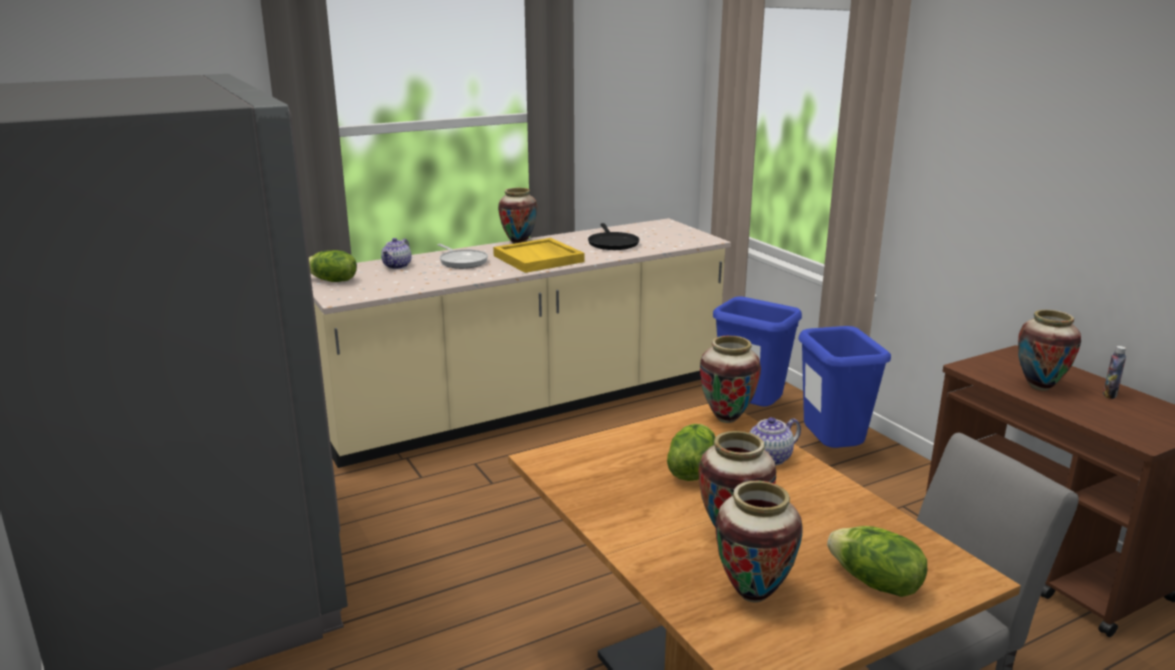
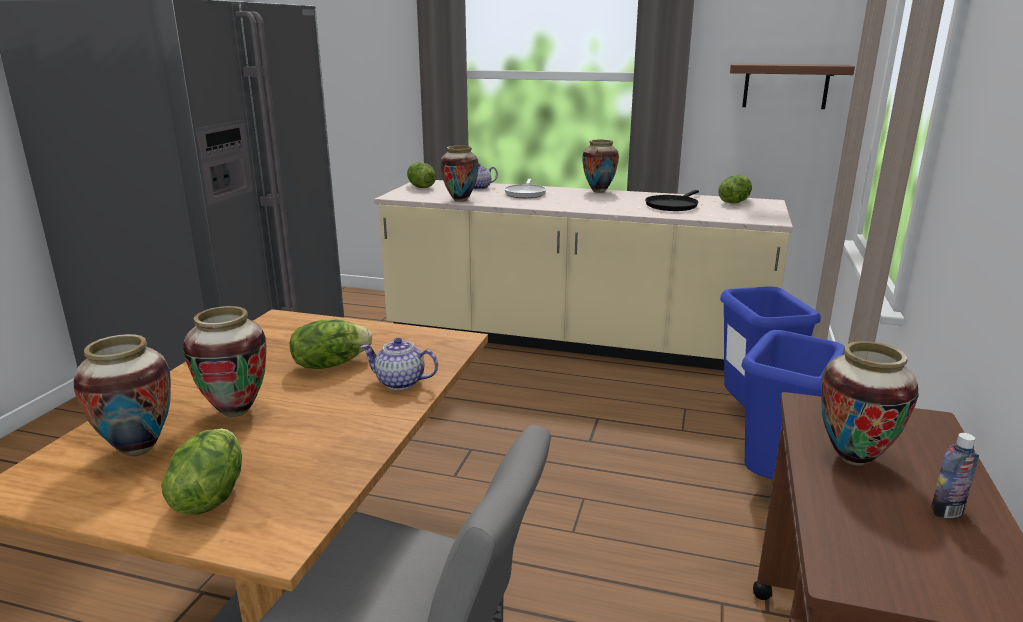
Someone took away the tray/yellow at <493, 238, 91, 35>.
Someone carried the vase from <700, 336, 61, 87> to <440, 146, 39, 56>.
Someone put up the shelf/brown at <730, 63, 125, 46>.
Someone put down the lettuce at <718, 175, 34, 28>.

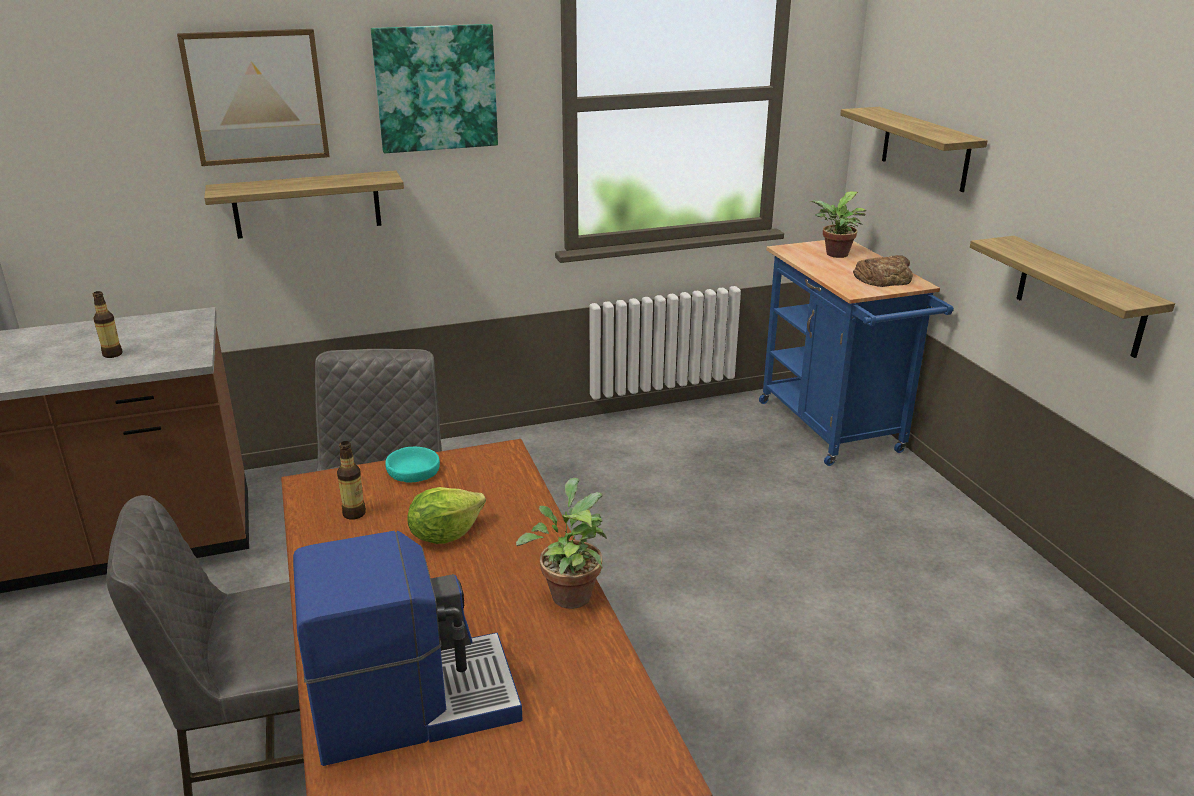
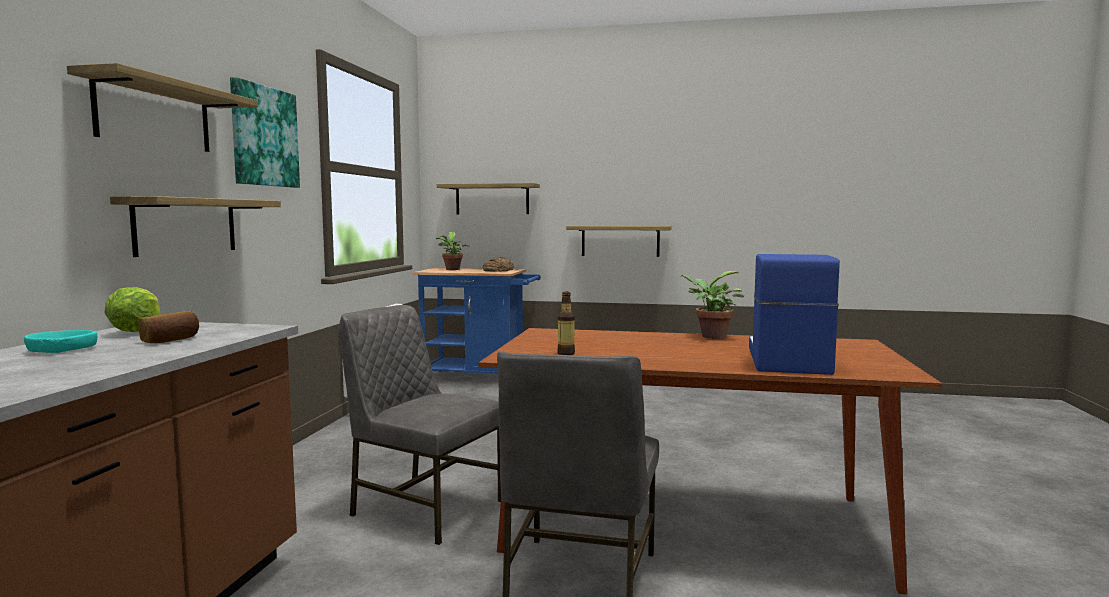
Someone swapped the picture at <177, 29, 153, 137> for the shelf at <67, 63, 191, 89>.
Someone swapped the bottle at <93, 291, 30, 67> for the bread at <138, 311, 61, 32>.
Someone carried the bowl/turquoise from <385, 447, 55, 35> to <24, 330, 73, 23>.
Someone carried the lettuce from <408, 487, 78, 57> to <105, 287, 56, 45>.

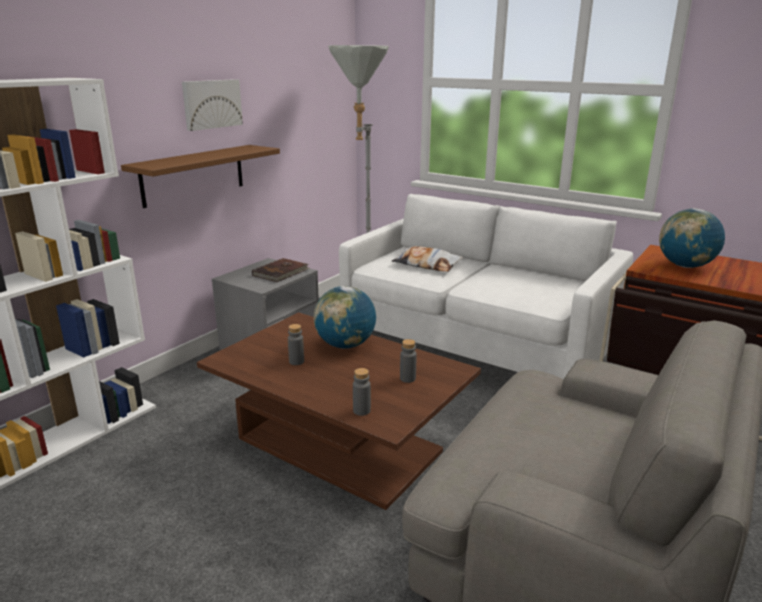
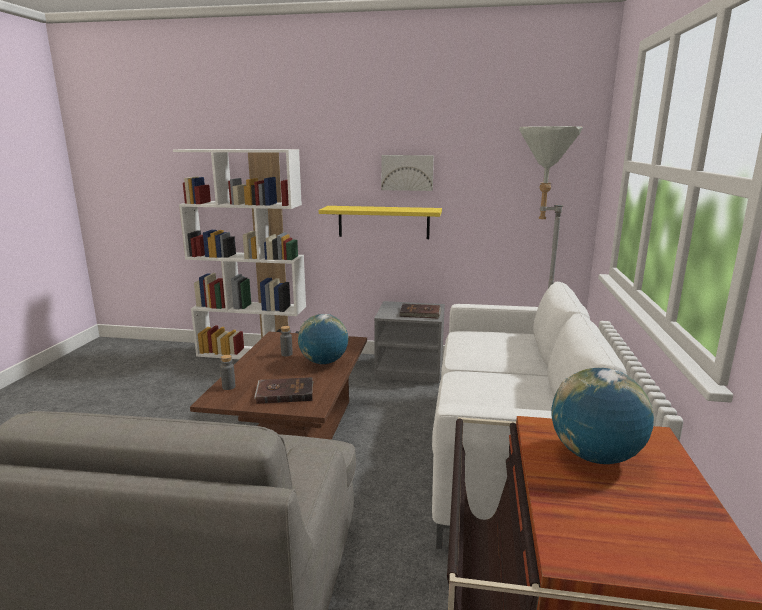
Someone repainted the shelf/brown at <121, 145, 159, 63>, which became the shelf/yellow at <319, 206, 123, 33>.
Someone took away the pillow at <392, 246, 71, 26>.
Someone swapped the bottle/grey at <400, 339, 17, 44> for the book/brown at <254, 377, 60, 27>.

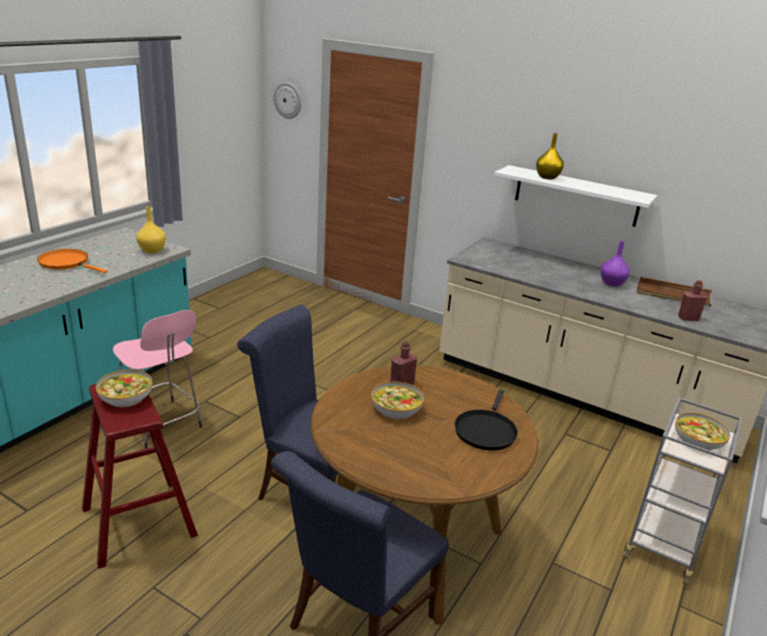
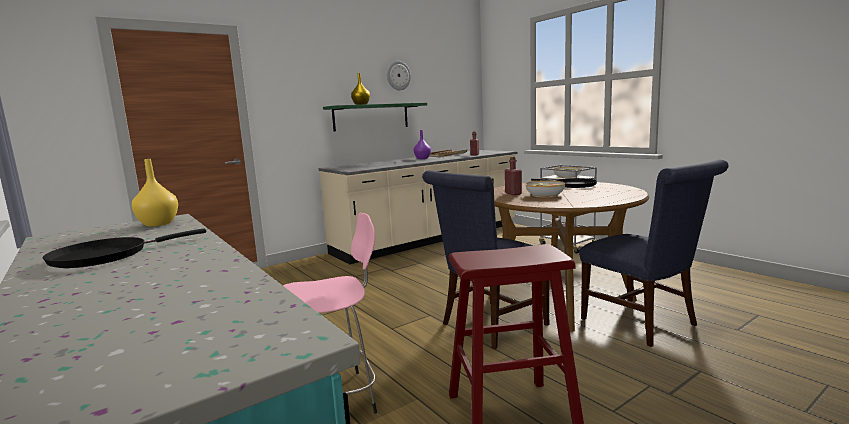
Someone carried the wall clock from <273, 82, 29, 37> to <387, 61, 24, 29>.
Someone repainted the shelf/white at <494, 165, 164, 62>, which became the shelf/green at <323, 103, 104, 29>.
Someone repainted the frying pan/orange at <37, 249, 70, 24>, which became the frying pan/black at <43, 229, 163, 39>.
Someone took away the bowl at <96, 370, 56, 37>.

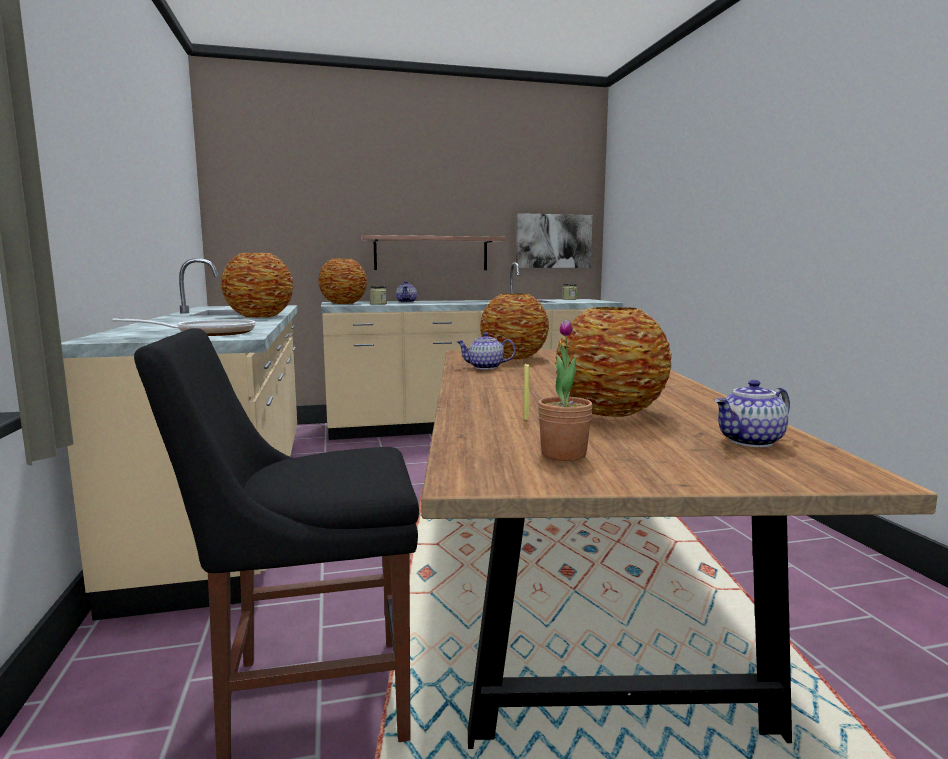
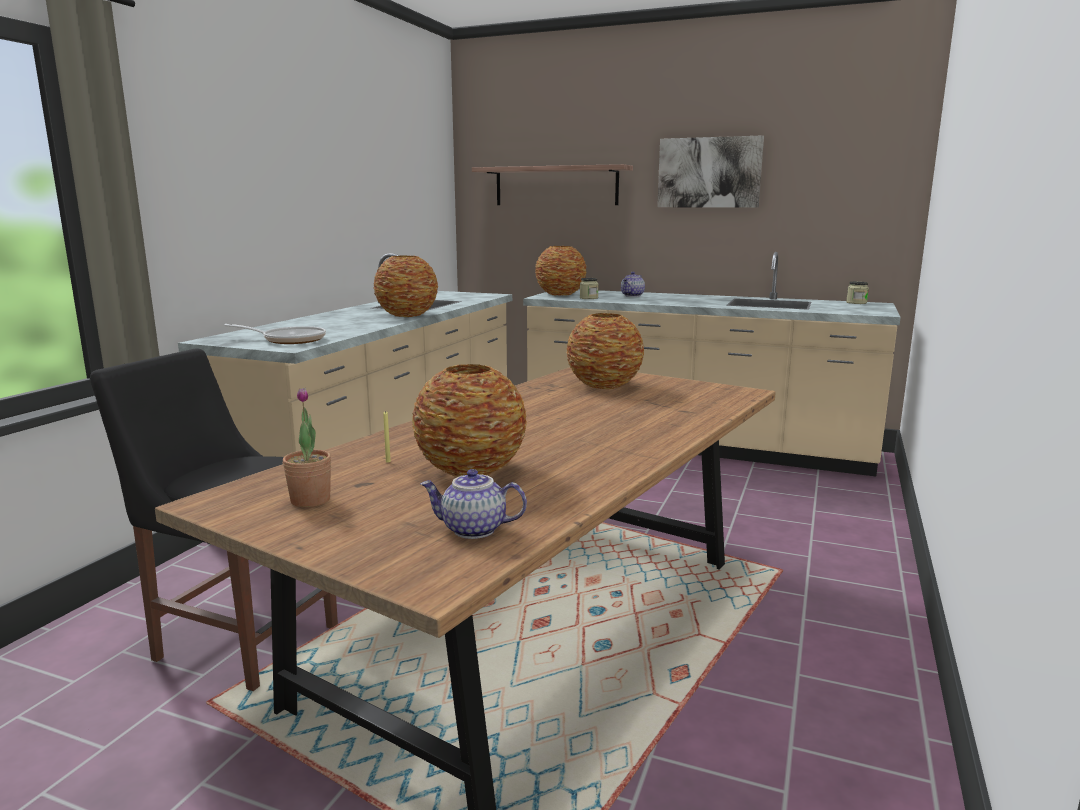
Someone carried the picture from <516, 213, 77, 55> to <657, 135, 107, 73>.
Someone carried the shelf from <361, 235, 145, 35> to <472, 164, 161, 41>.
Someone took away the teapot at <457, 332, 59, 37>.

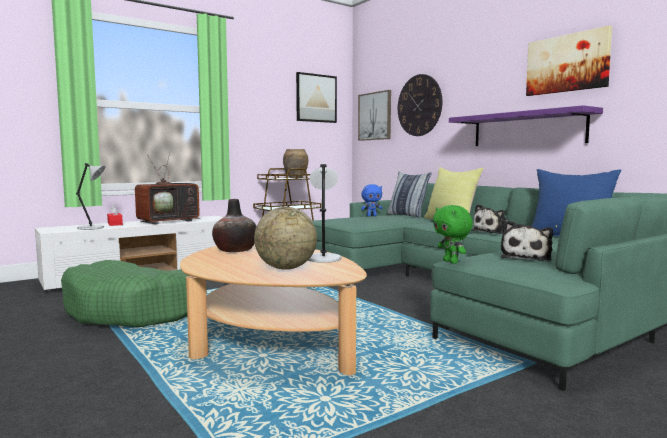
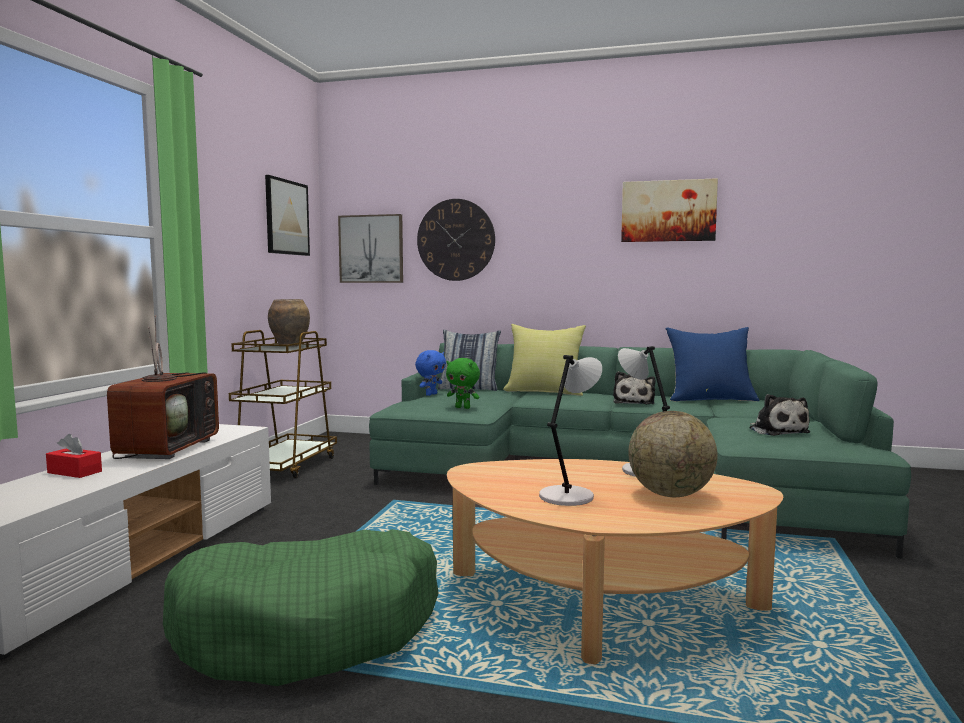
Someone took away the shelf/purple at <449, 105, 154, 41>.
Someone carried the table lamp/grey from <76, 163, 29, 67> to <539, 355, 63, 151>.
Someone took away the vase at <212, 199, 44, 53>.
Someone carried the plush toy/green from <433, 205, 40, 59> to <446, 358, 34, 51>.

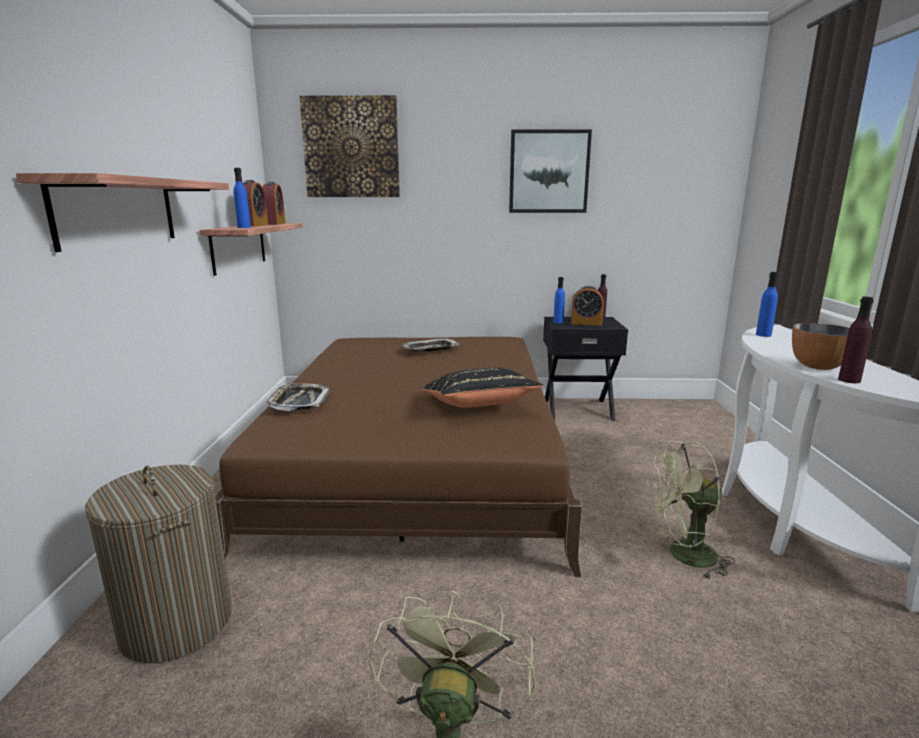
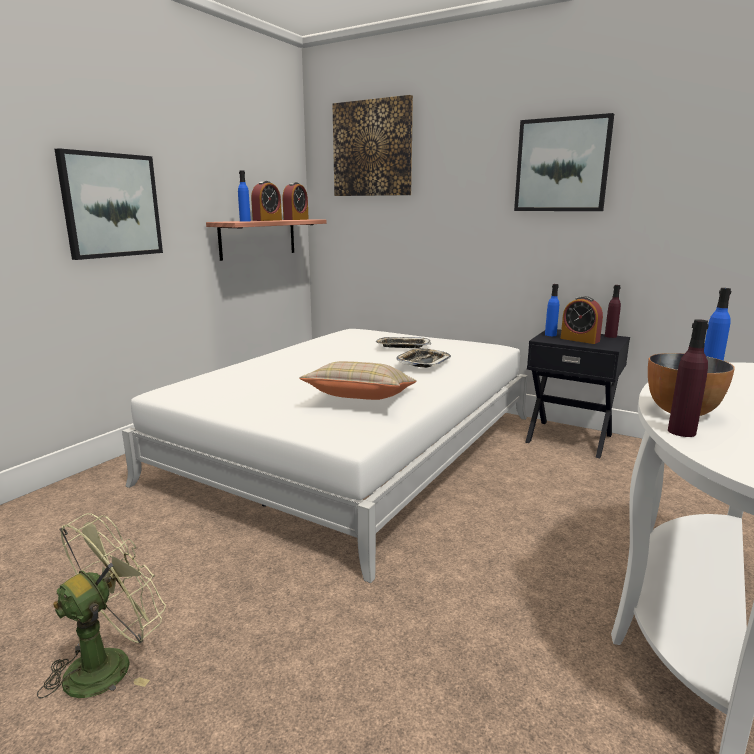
Someone swapped the shelf at <16, 173, 213, 79> for the picture at <54, 148, 109, 112>.
Someone repainted the bed/brown at <216, 337, 366, 240>, which became the bed/white at <122, 329, 406, 254>.
Someone repainted the pillow/black at <421, 368, 123, 40>, which became the pillow/beige at <299, 361, 118, 39>.
Someone carried the tray from <266, 383, 64, 28> to <396, 348, 55, 20>.
Someone took away the fan/green at <647, 440, 88, 140>.
Someone took away the laundry basket at <85, 465, 147, 198>.

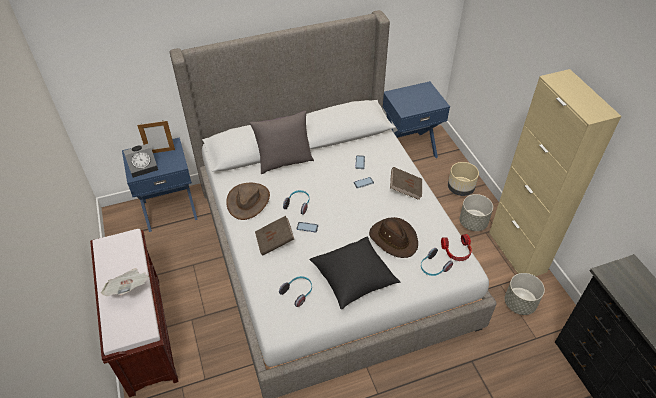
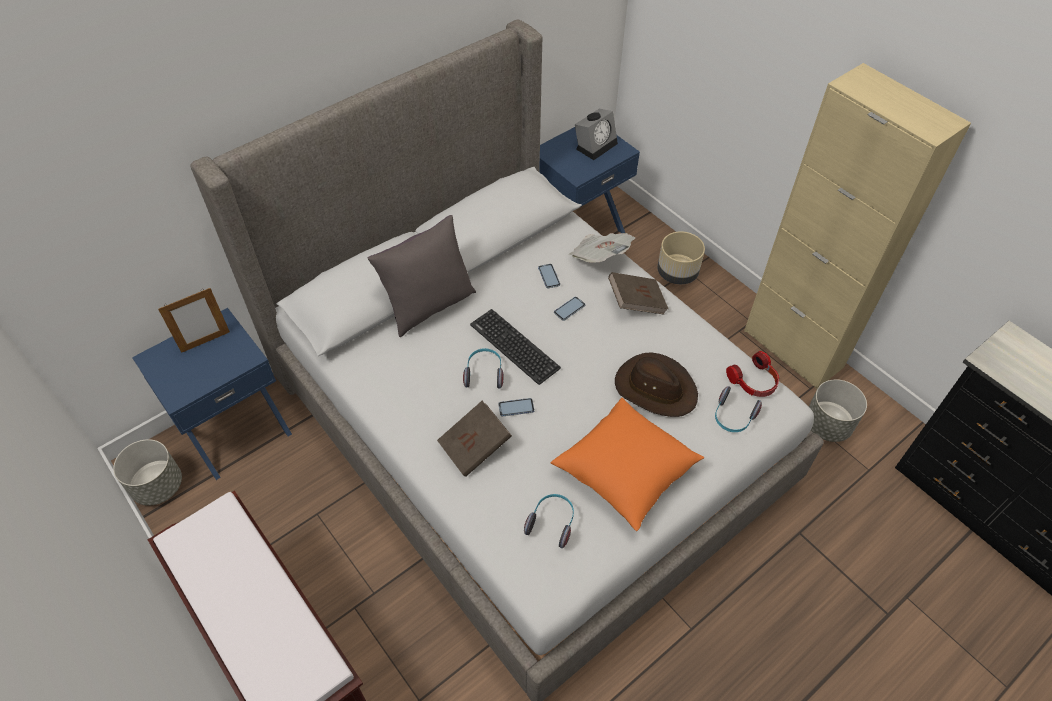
Someone carried the alarm clock from <123, 143, 35, 35> to <575, 109, 43, 51>.
Someone took away the hat/brown at <226, 183, 44, 37>.
Someone carried the planter/grey from <459, 194, 34, 37> to <113, 439, 69, 67>.
Someone repainted the pillow/black at <309, 236, 91, 73>, which became the pillow/orange at <551, 398, 153, 133>.
Someone carried the newspaper from <101, 268, 48, 28> to <569, 233, 66, 30>.
Someone put down the keyboard at <470, 309, 91, 76>.

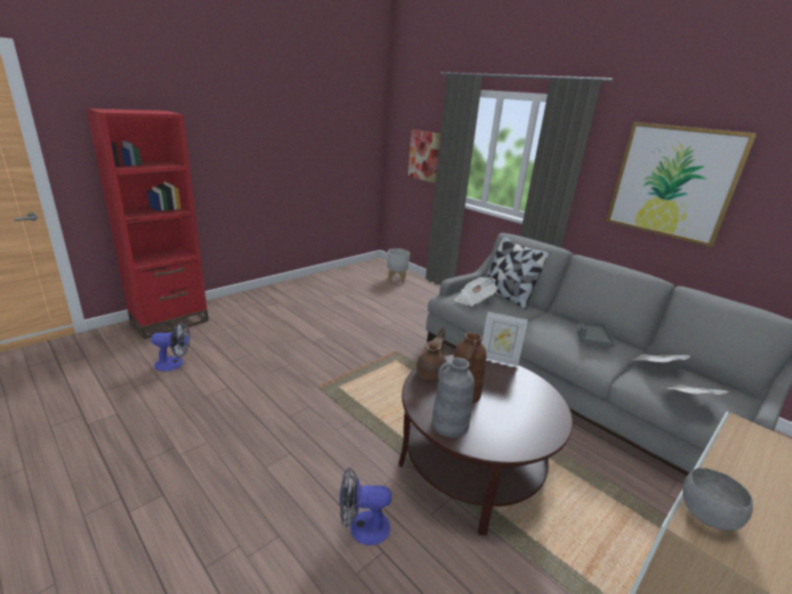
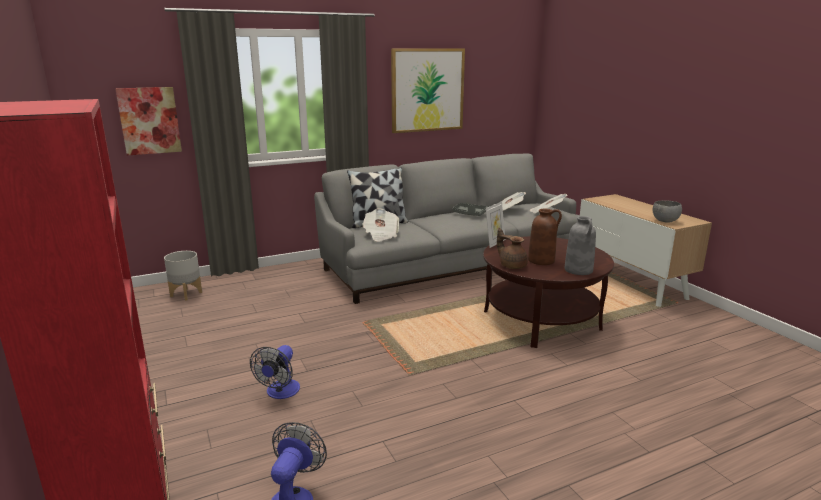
Someone carried the fan from <339, 467, 53, 78> to <250, 345, 50, 54>.

